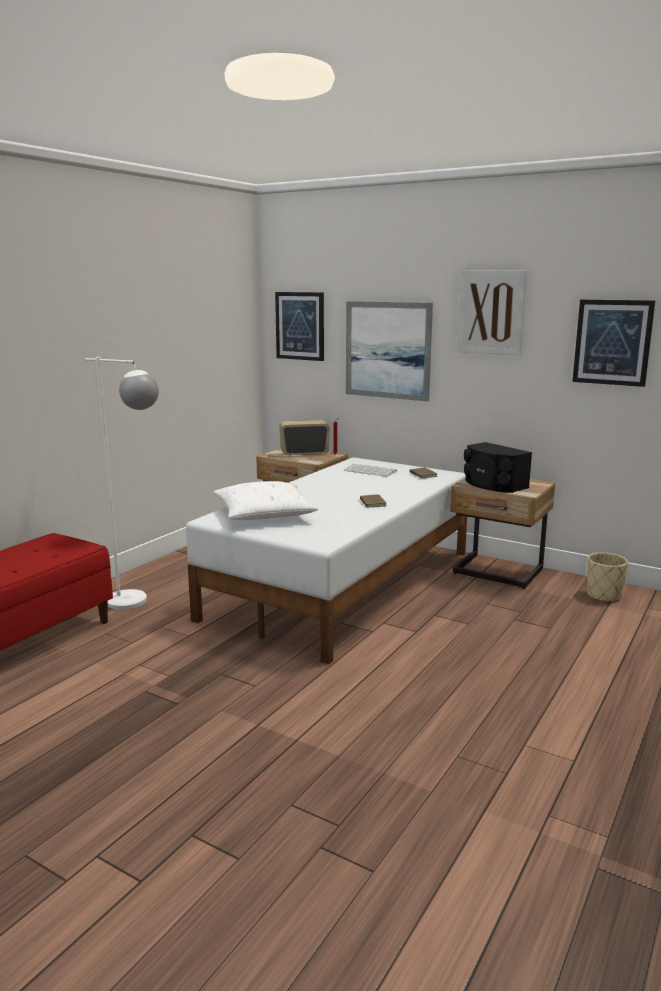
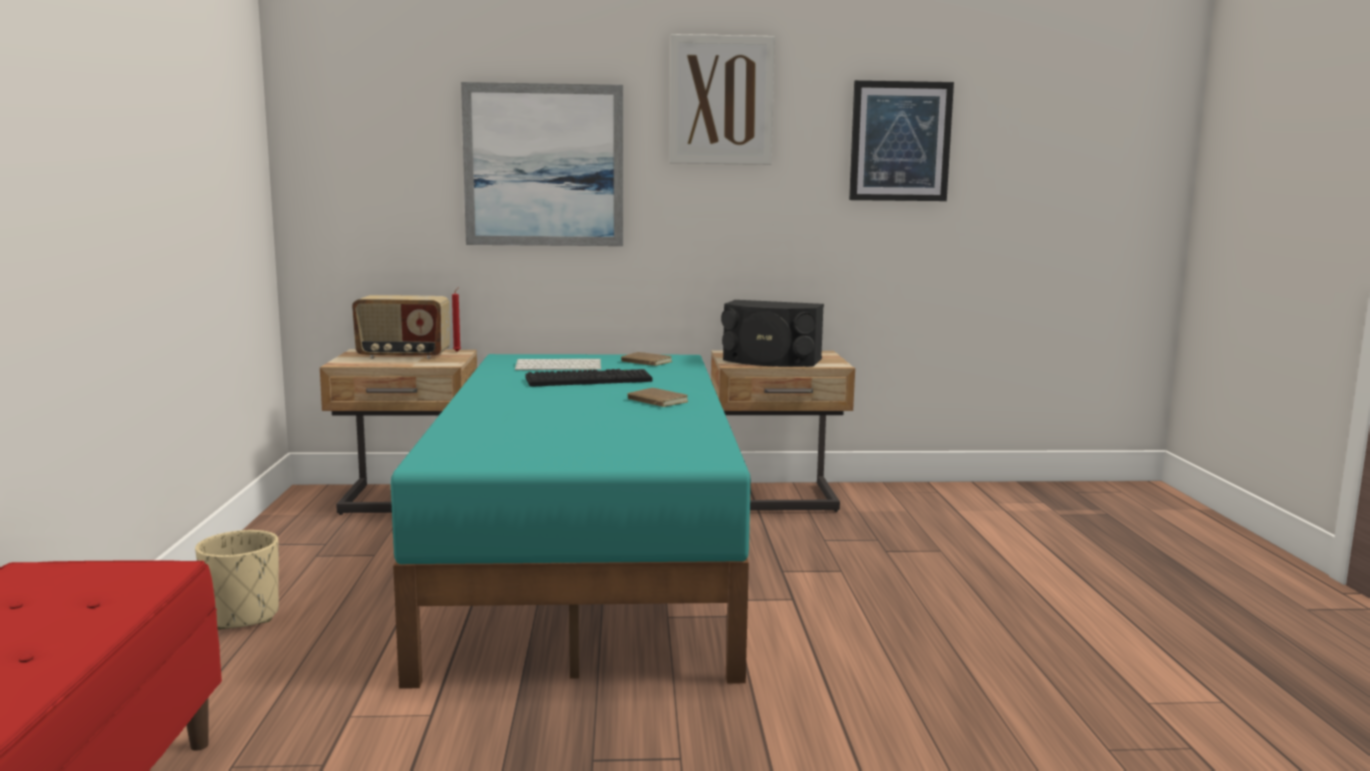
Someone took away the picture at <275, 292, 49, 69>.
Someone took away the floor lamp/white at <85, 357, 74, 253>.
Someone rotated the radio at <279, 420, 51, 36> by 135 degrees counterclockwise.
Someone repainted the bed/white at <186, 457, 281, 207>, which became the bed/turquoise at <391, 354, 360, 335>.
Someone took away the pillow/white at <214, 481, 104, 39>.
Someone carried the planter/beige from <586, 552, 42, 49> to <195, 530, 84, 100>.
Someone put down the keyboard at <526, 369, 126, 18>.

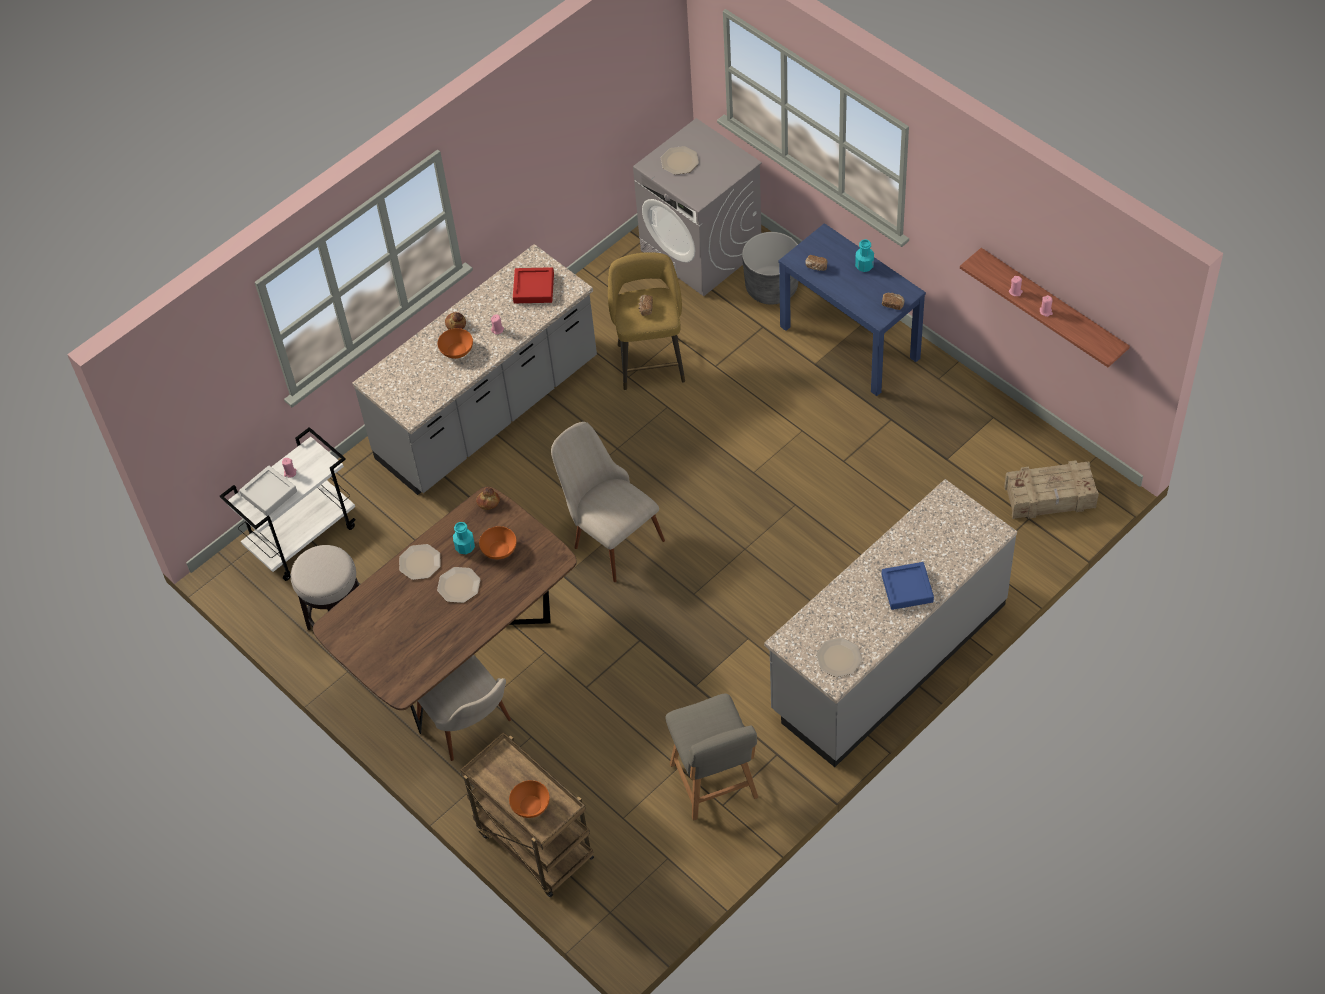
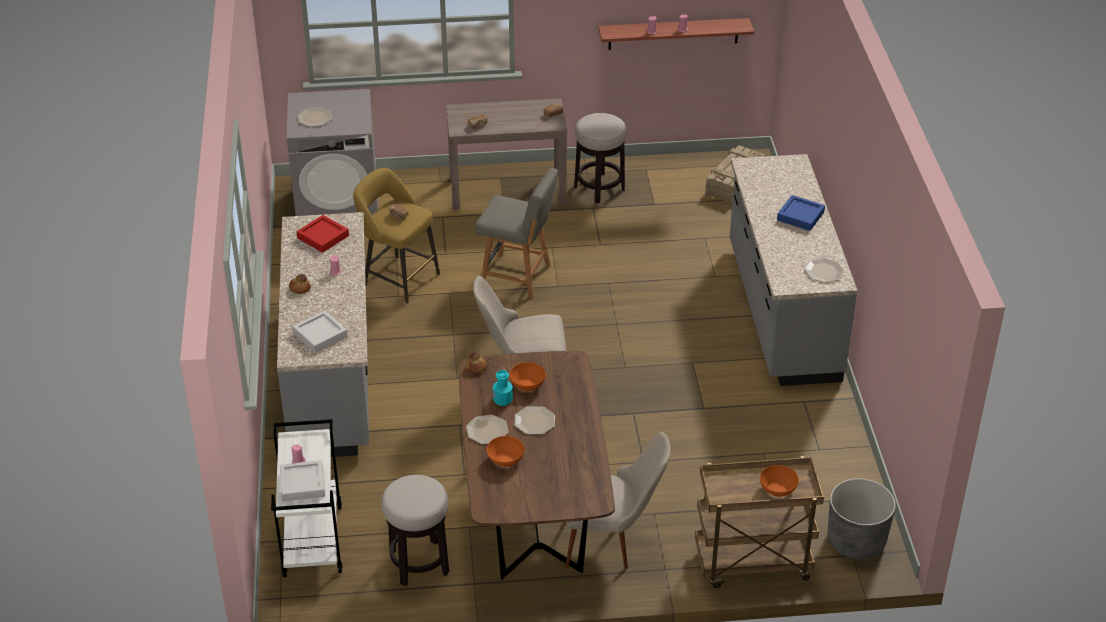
Someone repainted the console table/blue at <778, 223, 148, 173>, which became the console table/brown at <446, 98, 122, 112>.
Someone carried the planter/grey from <742, 232, 56, 73> to <828, 478, 68, 82>.
Someone took away the bottle/turquoise at <855, 239, 19, 33>.
Someone carried the bowl/orange from <438, 328, 35, 31> to <486, 436, 39, 31>.
Someone carried the chair/grey from <666, 694, 93, 127> to <475, 168, 83, 131>.
Someone put down the stool at <574, 113, 53, 90>.
Someone put down the tray/grey at <292, 310, 56, 43>.

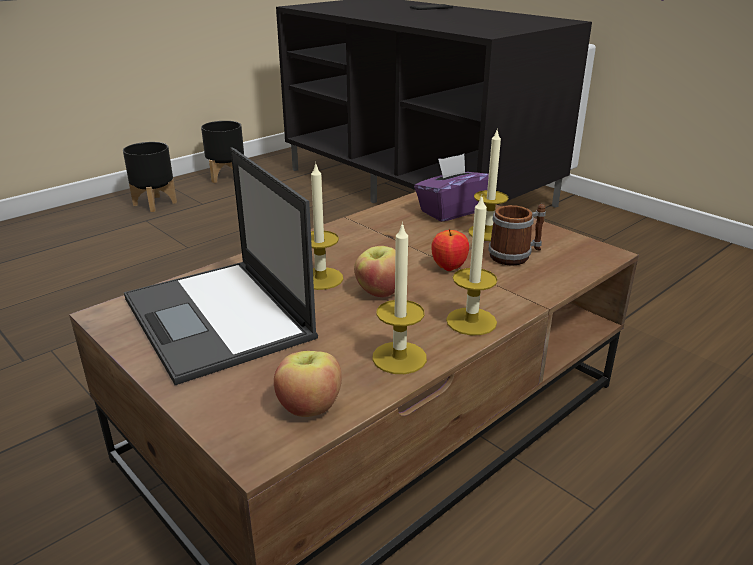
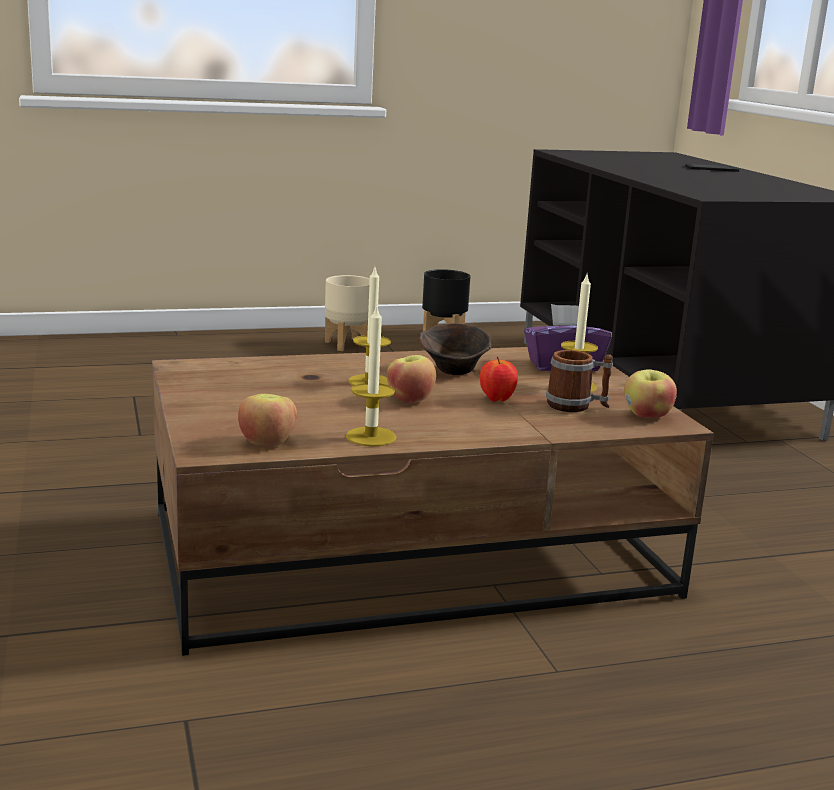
Someone repainted the planter/black at <123, 142, 54, 70>, which became the planter/beige at <325, 275, 45, 76>.
Someone took away the laptop at <124, 148, 194, 237>.
Someone took away the candle at <446, 195, 51, 140>.
Someone put down the bowl/brown at <419, 323, 72, 52>.
Someone put down the apple at <624, 369, 53, 49>.

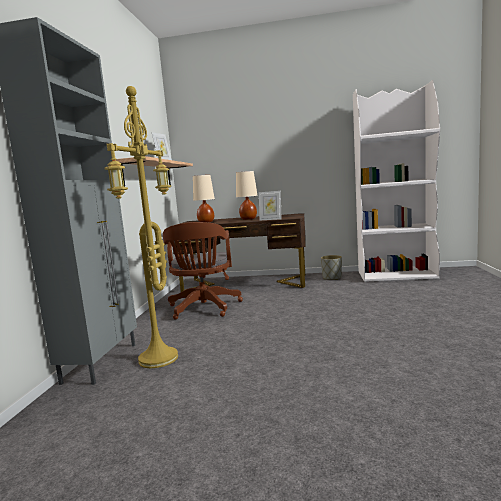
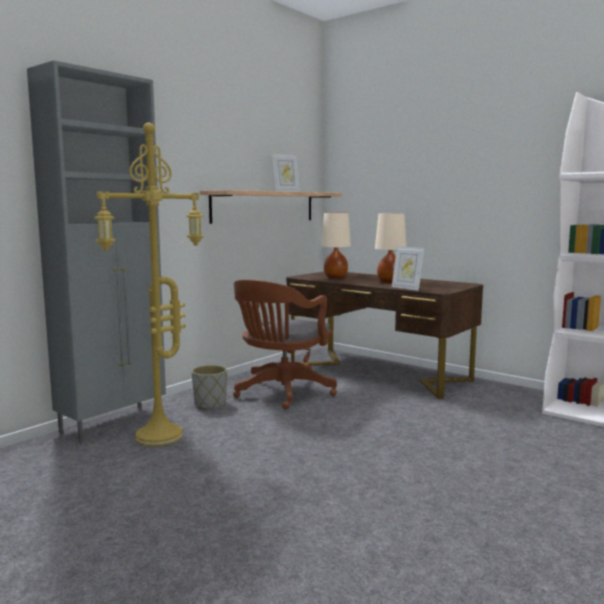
Someone carried the planter/grey from <321, 255, 21, 25> to <191, 365, 36, 45>.

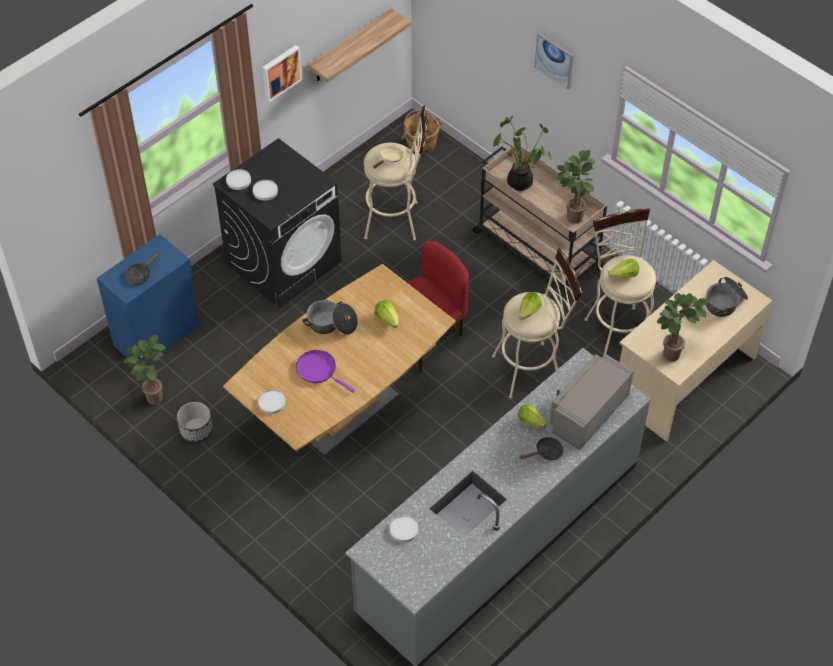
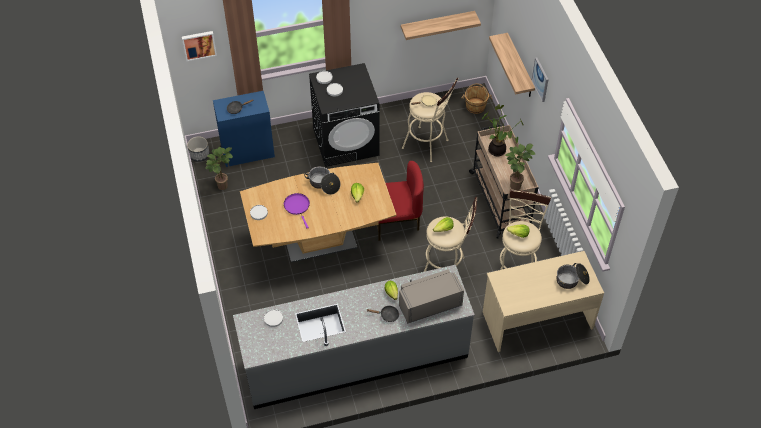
Someone carried the picture from <262, 45, 40, 57> to <182, 31, 35, 30>.
Someone took away the potted plant at <657, 293, 52, 69>.
Someone carried the planter from <177, 402, 36, 41> to <187, 136, 23, 26>.
Someone put up the shelf at <489, 33, 46, 64>.

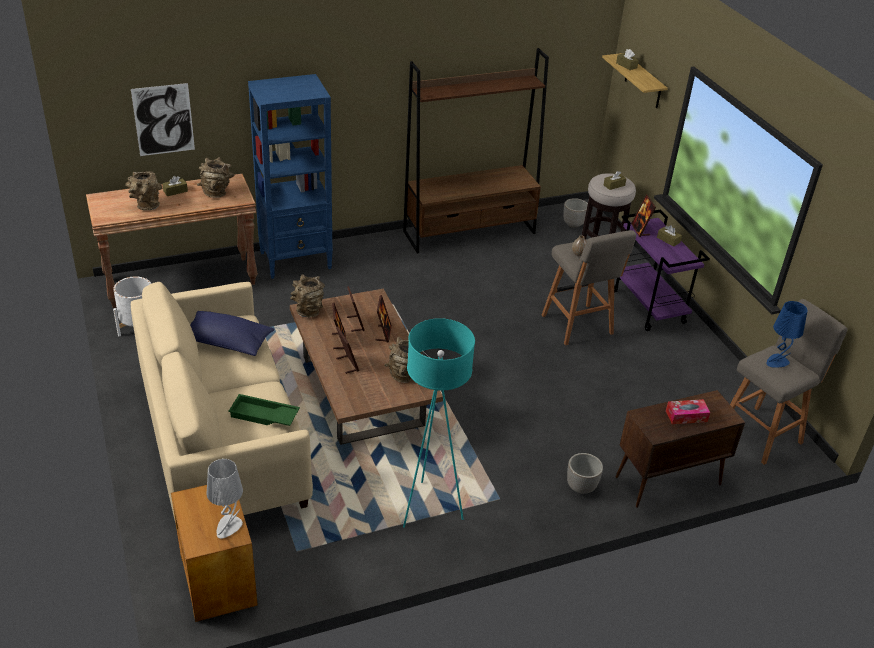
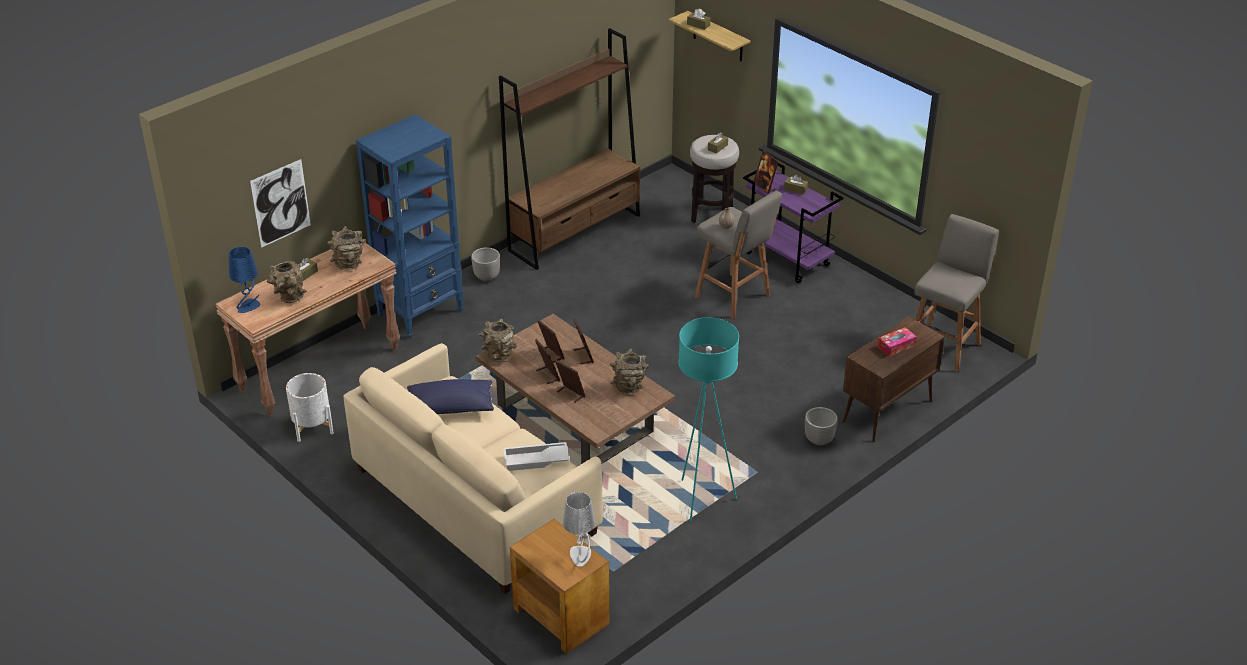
Someone carried the planter from <563, 198, 25, 30> to <471, 247, 29, 34>.
Someone carried the table lamp/blue from <767, 301, 41, 67> to <229, 247, 31, 66>.
Someone repainted the tray/green at <228, 394, 72, 32>, which became the tray/white at <503, 442, 66, 29>.

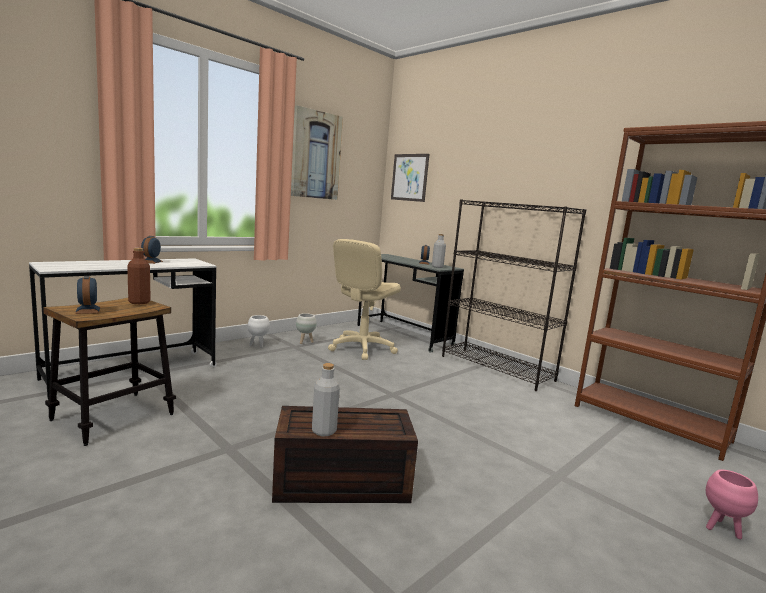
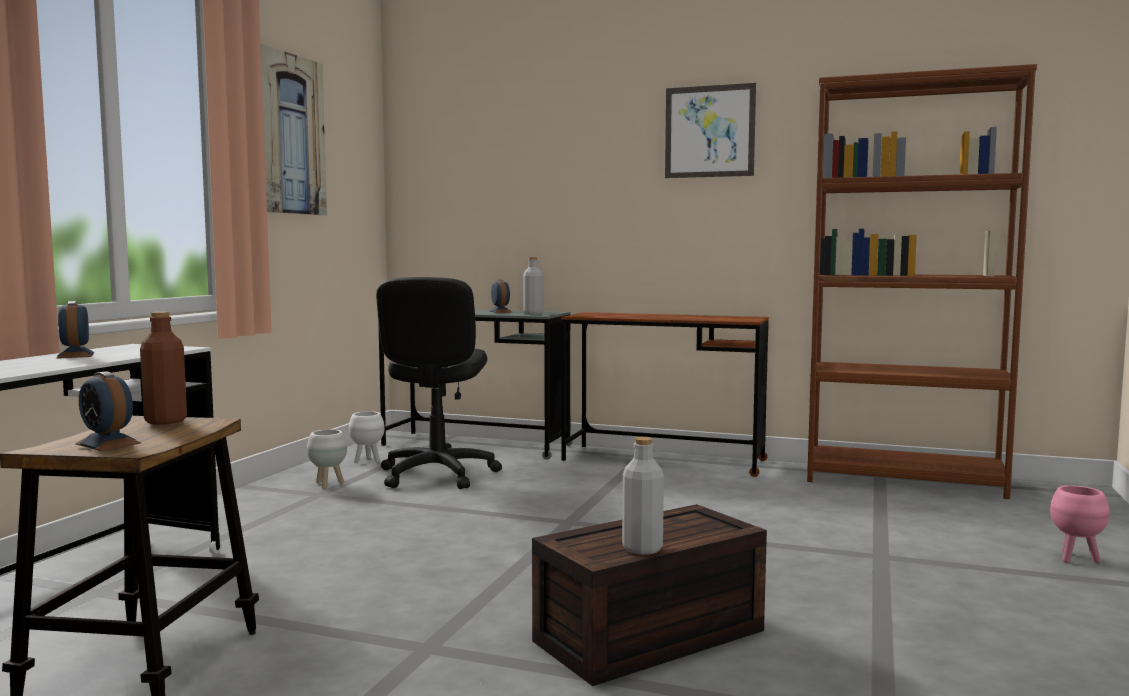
Someone carried the picture from <391, 154, 38, 48> to <665, 83, 91, 95>.
Someone swapped the bookcase/black at <442, 199, 144, 192> for the desk/brown at <561, 312, 208, 165>.
Someone repainted the office chair/beige at <328, 239, 73, 121>, which became the office chair/black at <376, 277, 126, 212>.
Someone carried the planter/white from <248, 315, 22, 33> to <349, 411, 36, 52>.

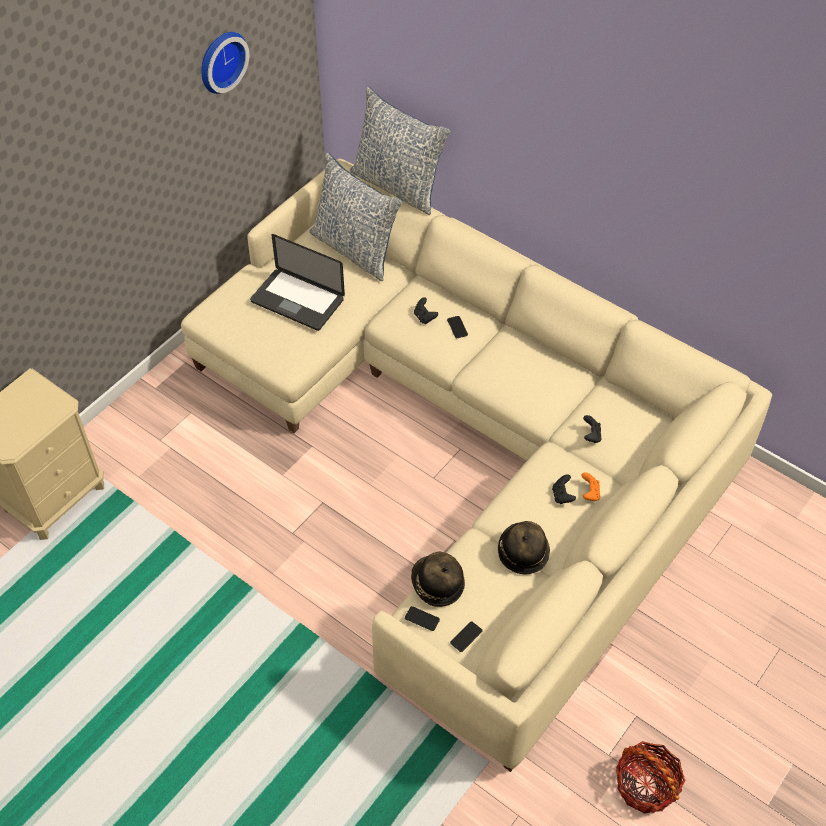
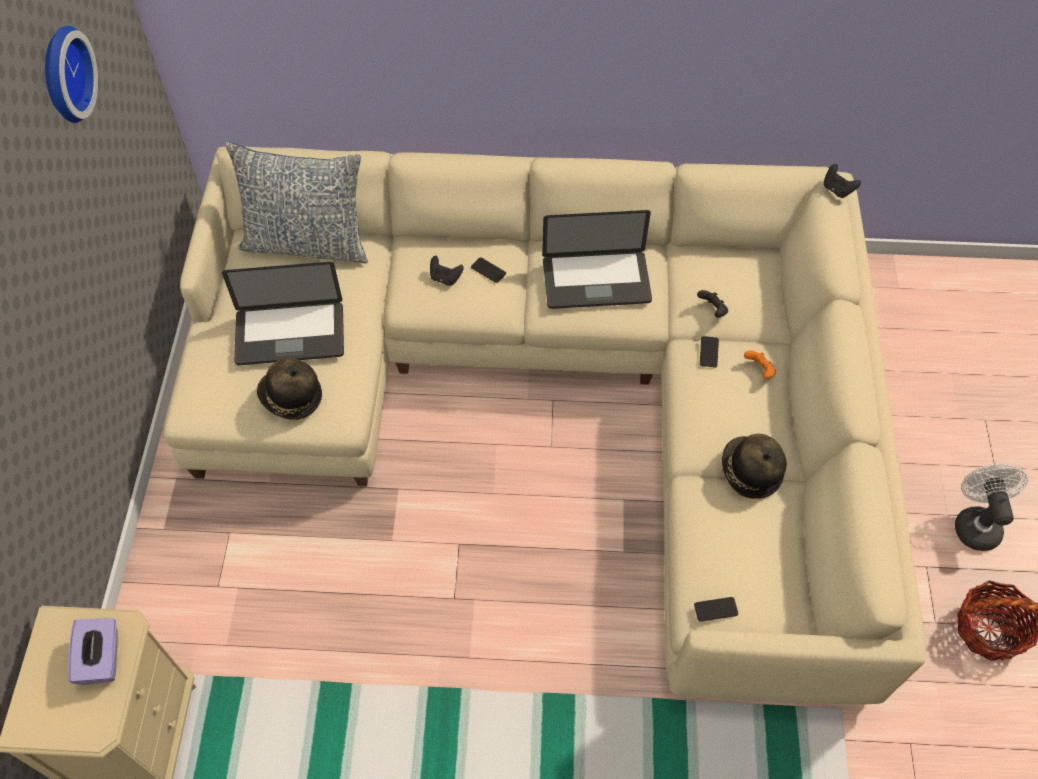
Someone took away the pillow at <350, 87, 101, 128>.
Someone carried the game controller/black from <552, 474, 24, 30> to <824, 164, 37, 34>.
Someone carried the hat from <411, 552, 54, 55> to <257, 358, 65, 62>.
Someone carried the phone from <450, 621, 32, 31> to <700, 336, 19, 32>.
Someone put down the laptop at <542, 210, 110, 99>.
Someone put down the fan/white at <955, 464, 73, 87>.
Someone put down the tissue box/purple at <68, 618, 50, 67>.

